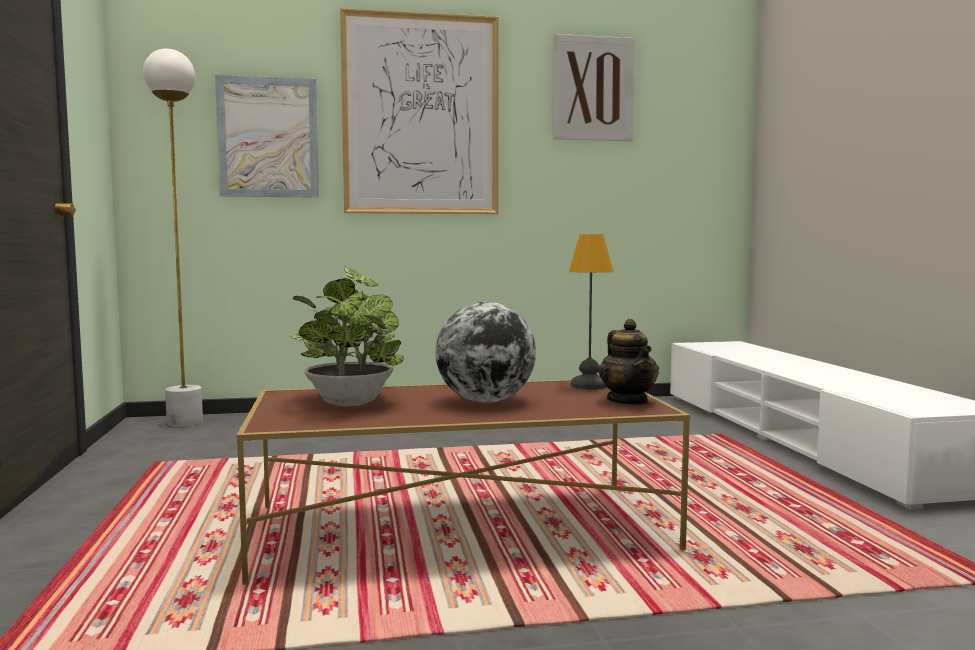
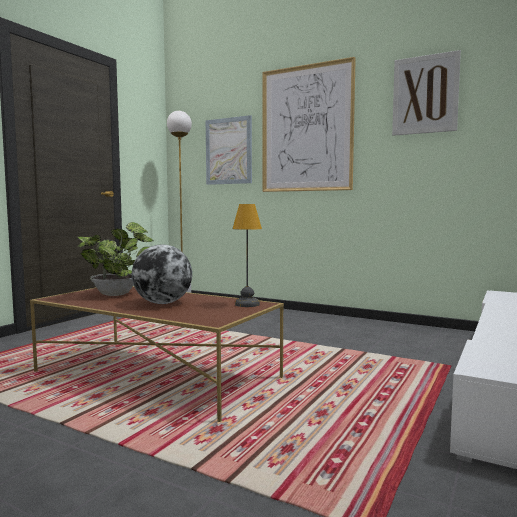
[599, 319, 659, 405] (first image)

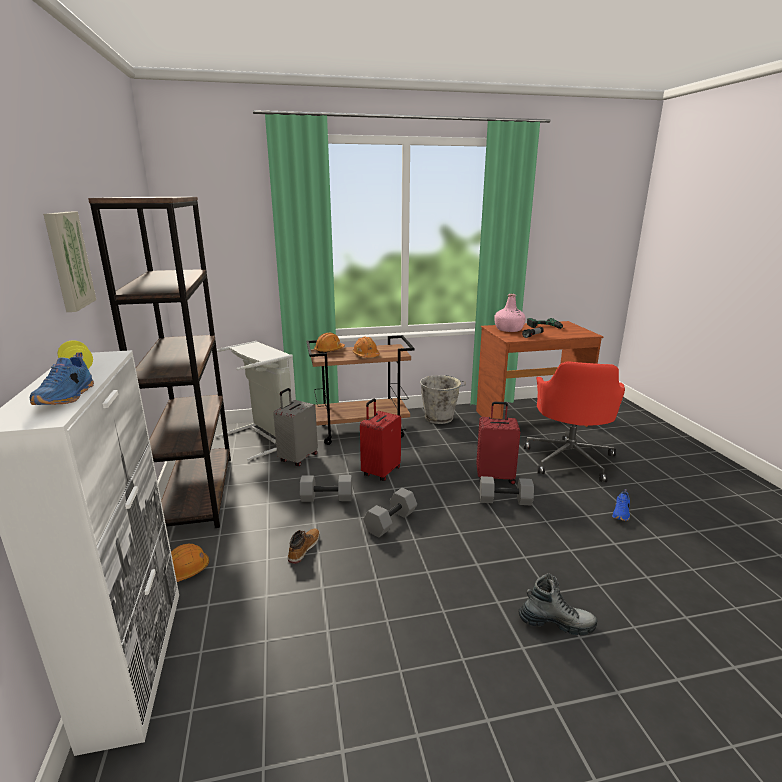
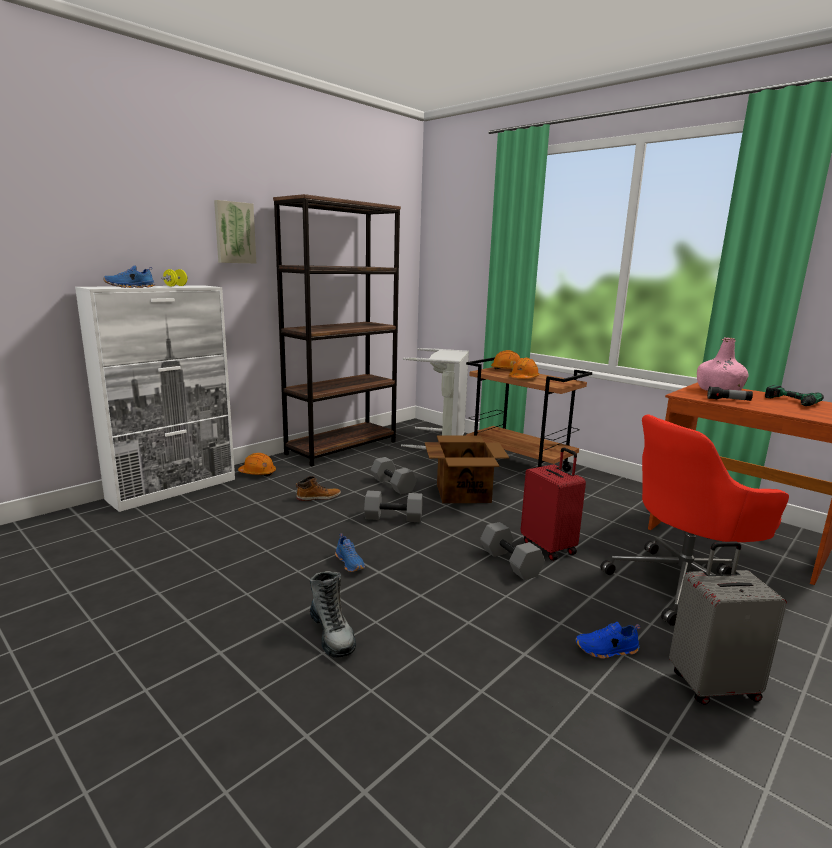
[669, 541, 787, 705]
[425, 435, 510, 503]
[420, 375, 466, 424] (first image)
[335, 534, 365, 572]

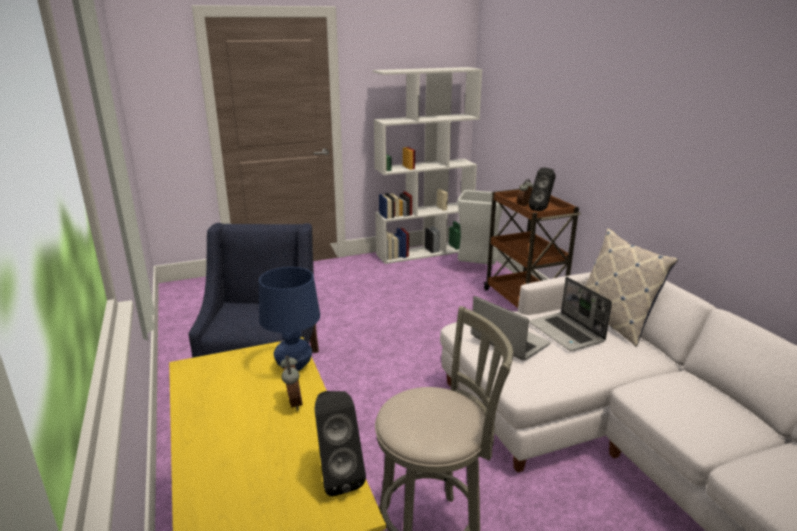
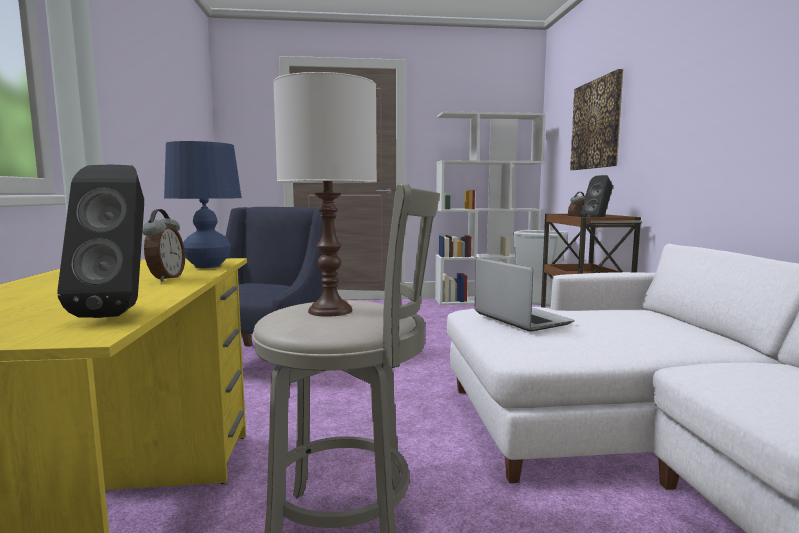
[529, 277, 612, 351] (first image)
[585, 228, 678, 347] (first image)
[273, 72, 377, 317]
[570, 69, 623, 170]

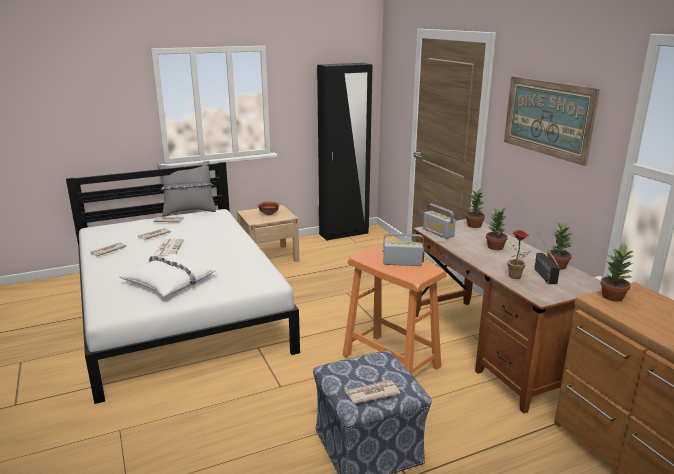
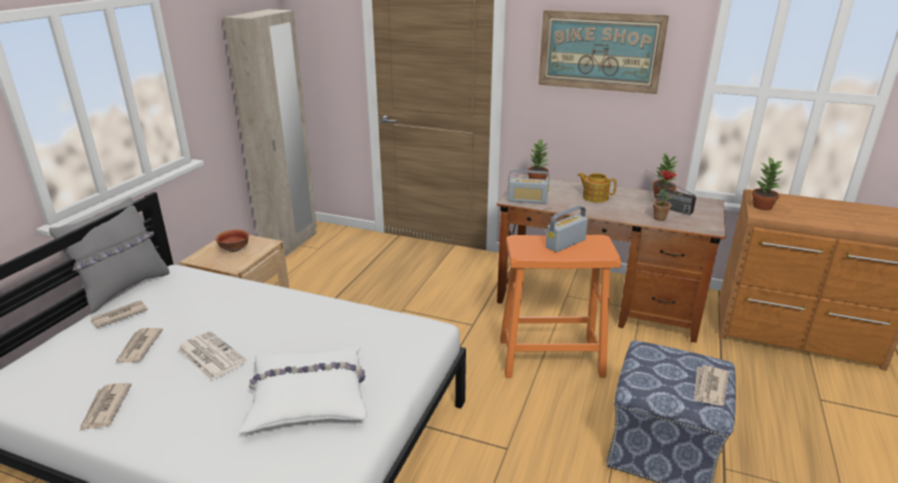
[223, 9, 317, 257]
[577, 173, 617, 203]

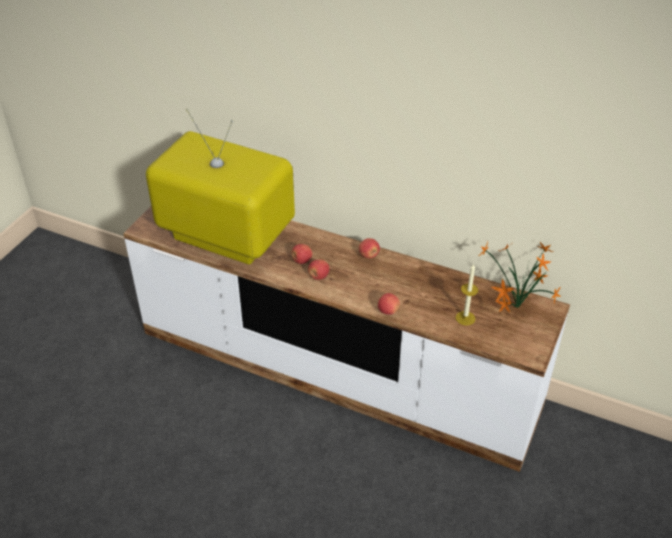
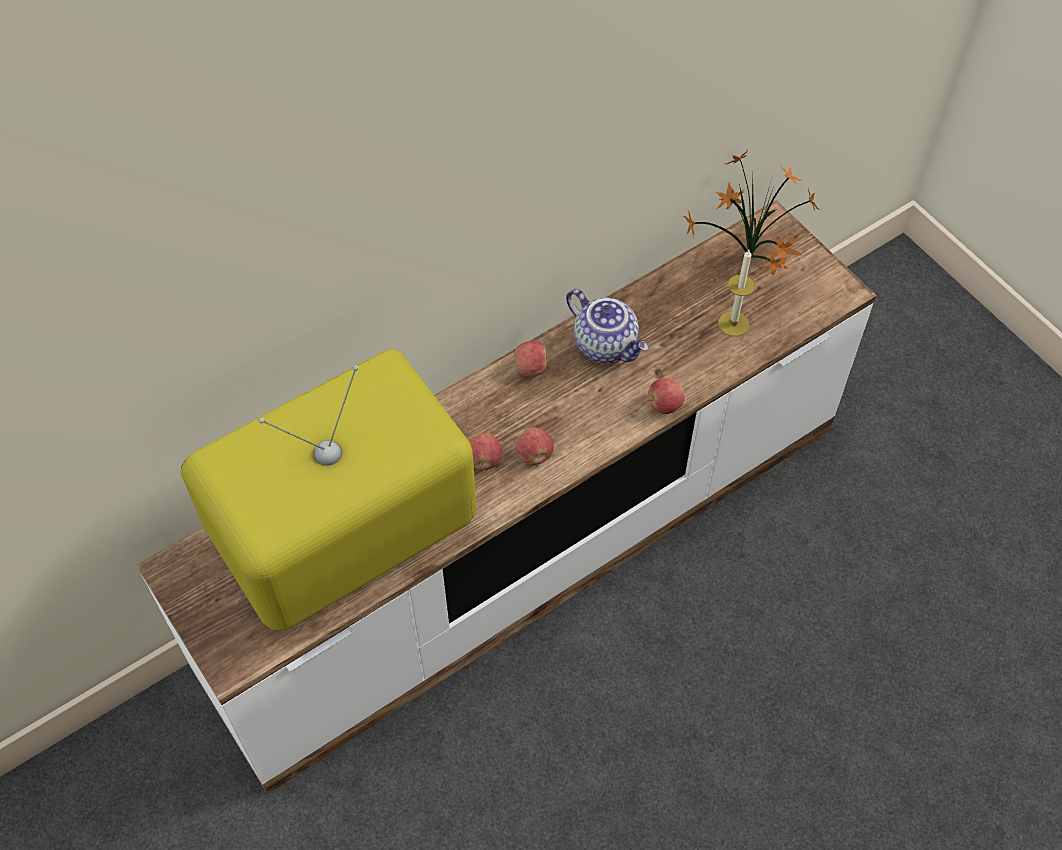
[566, 289, 649, 363]

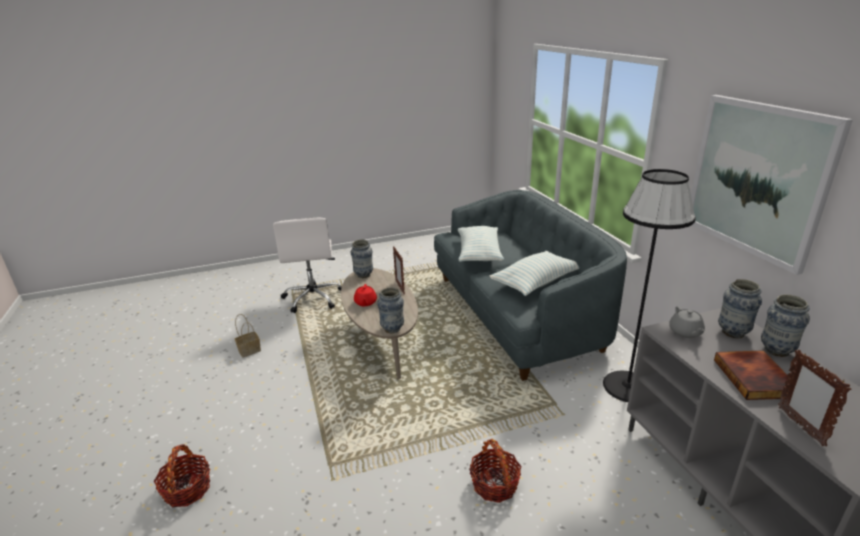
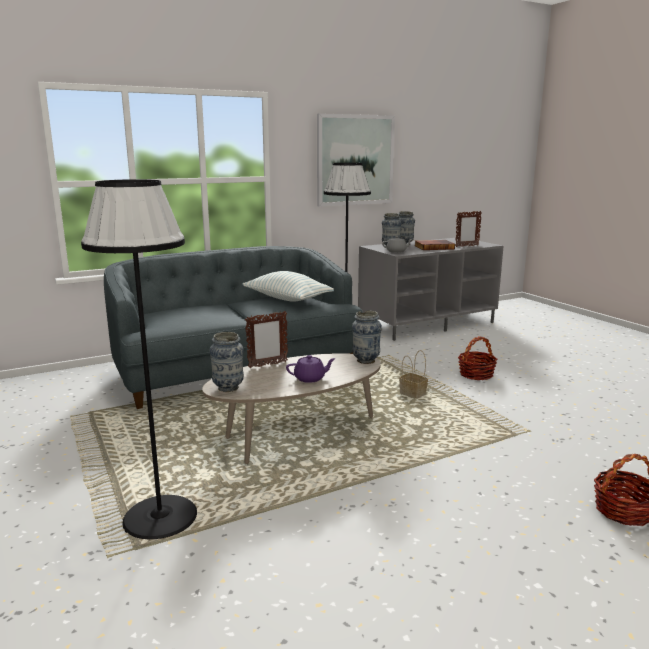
[399, 350, 428, 399]
[81, 179, 197, 539]
[286, 355, 336, 383]
[458, 226, 504, 262] (first image)

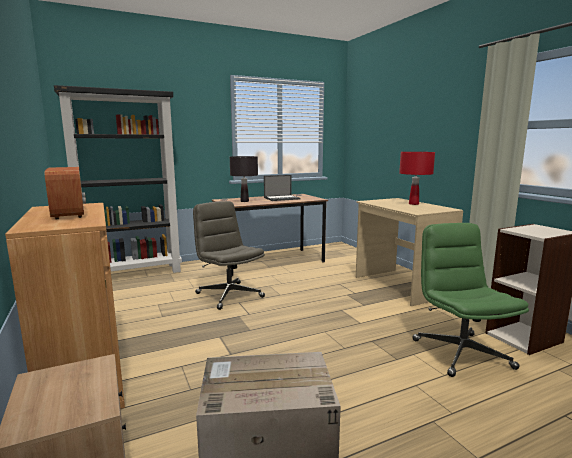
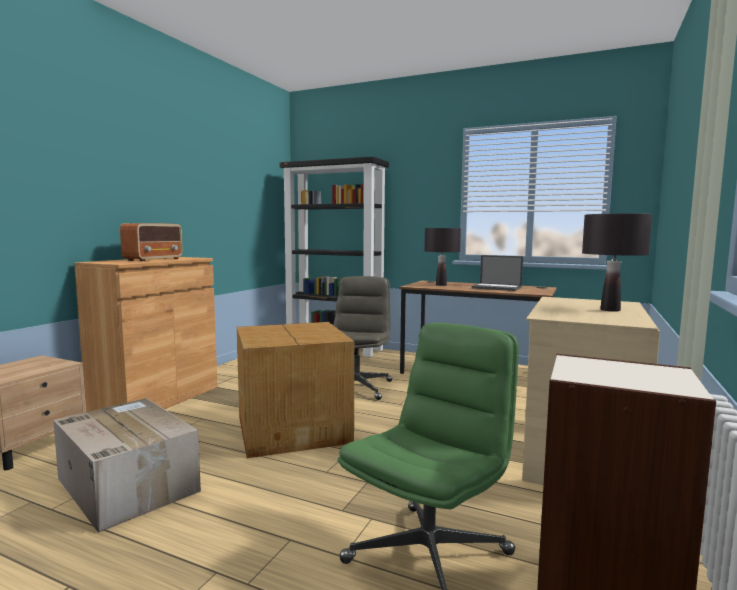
[582, 214, 652, 312]
[237, 322, 354, 458]

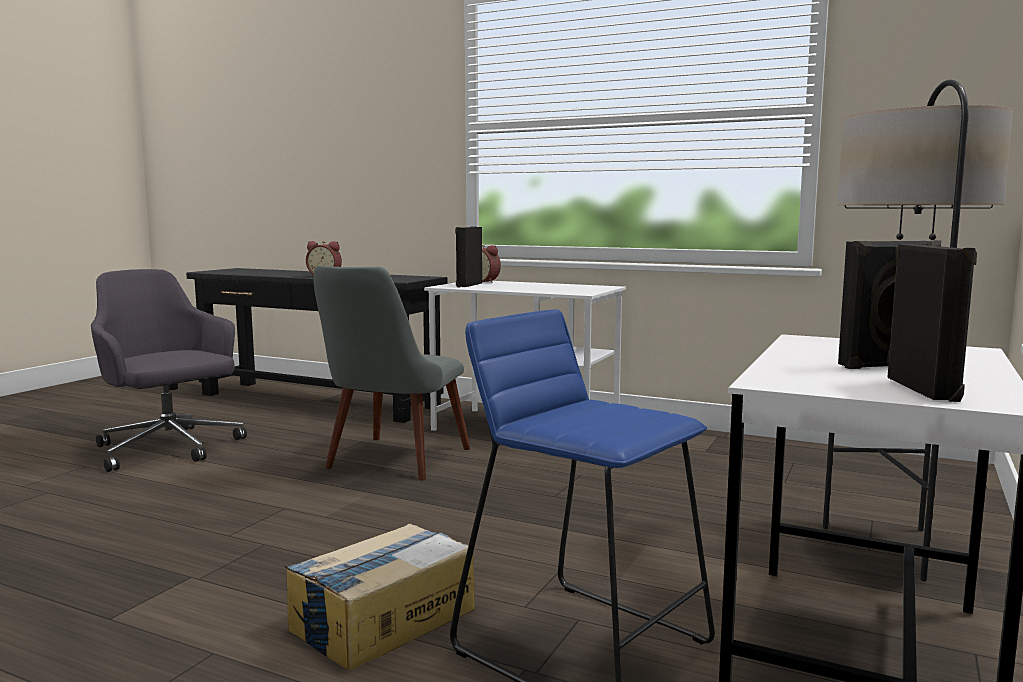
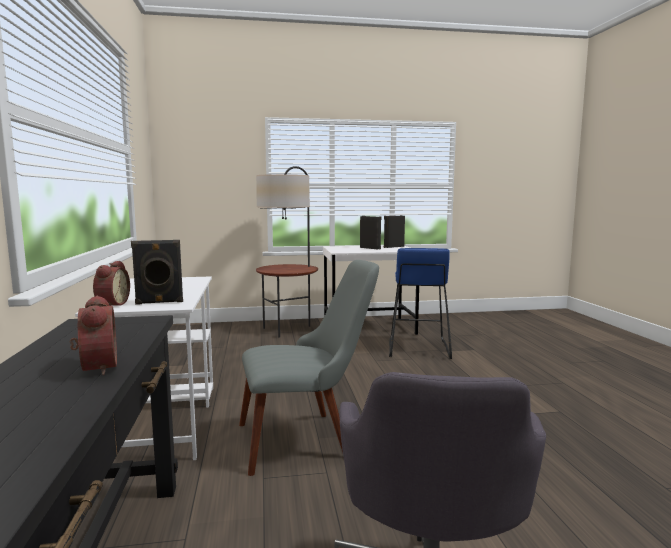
[284, 524, 475, 671] (first image)

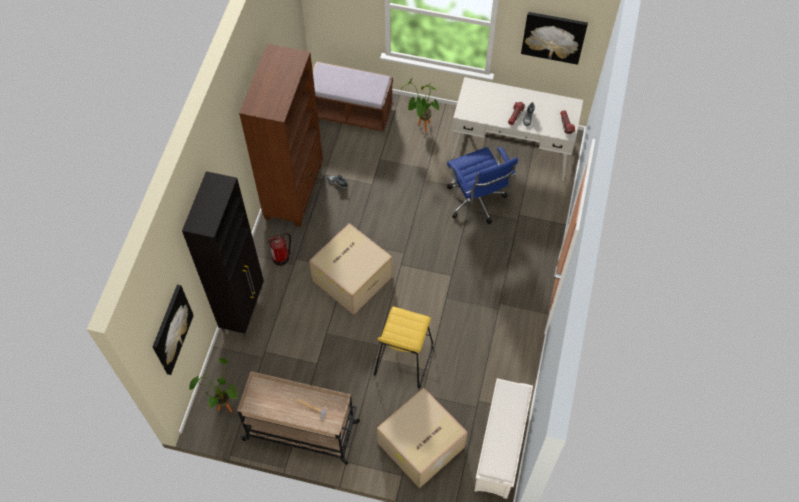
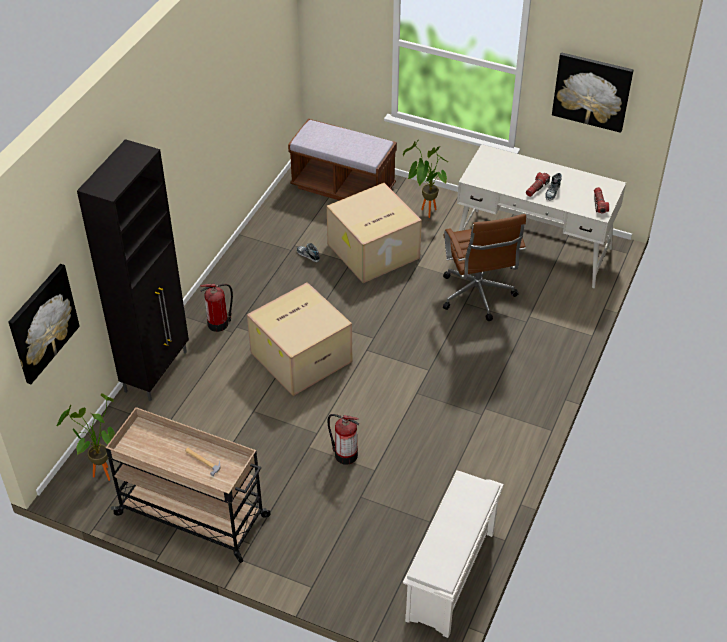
[239, 44, 323, 227] (first image)
[328, 414, 359, 465]
[327, 183, 422, 283]
[443, 214, 526, 322]

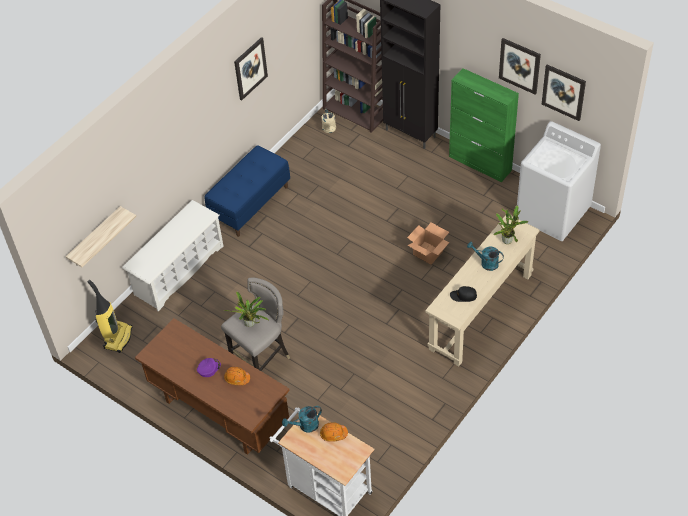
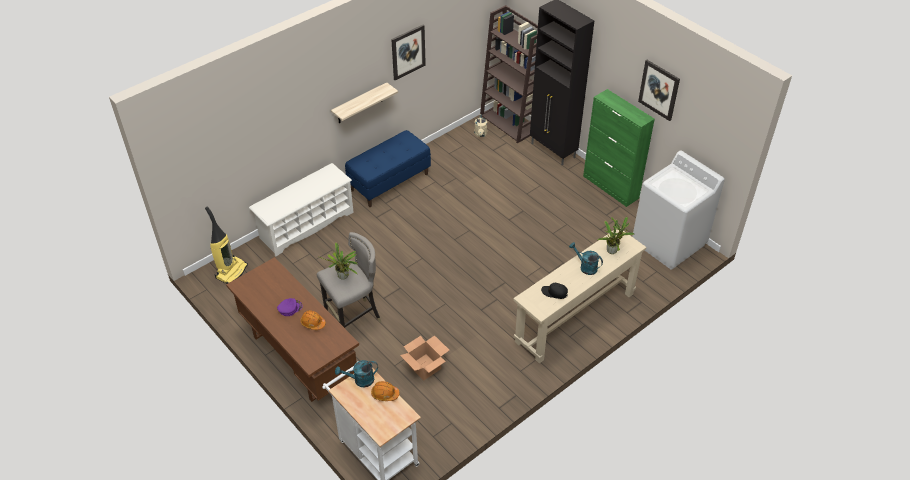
[331, 82, 398, 123]
[400, 335, 449, 381]
[542, 65, 586, 121] (first image)

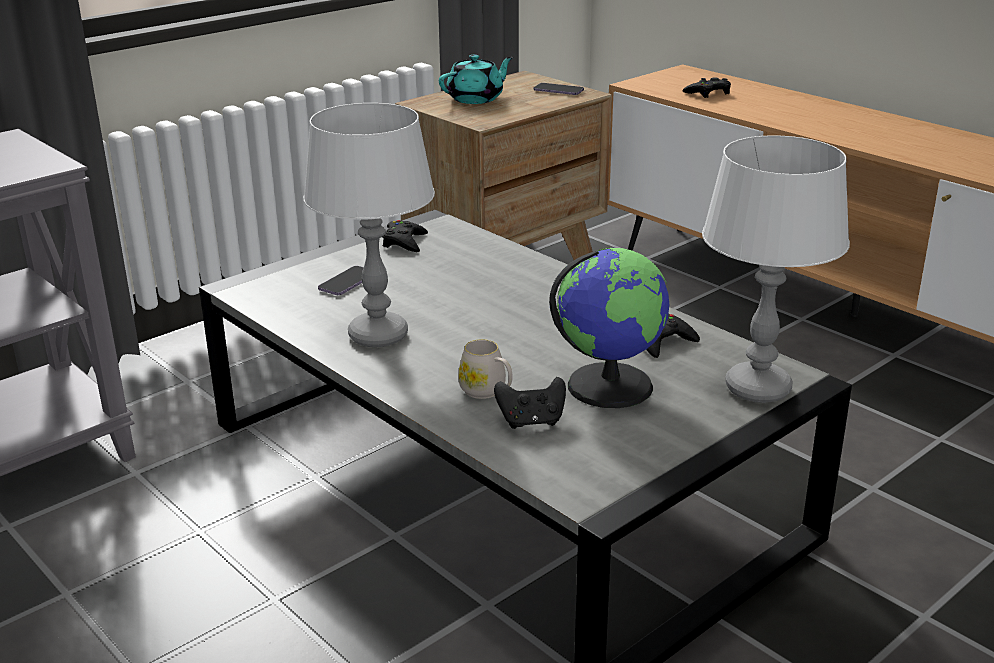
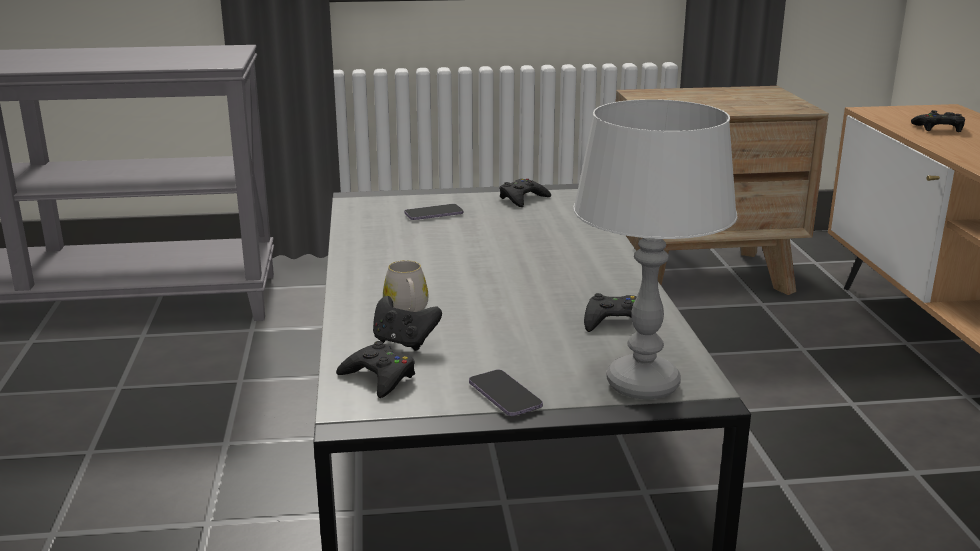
[303, 103, 435, 347] (first image)
[439, 54, 513, 104] (first image)
[469, 370, 543, 416]
[549, 248, 669, 408] (first image)
[336, 341, 415, 398]

